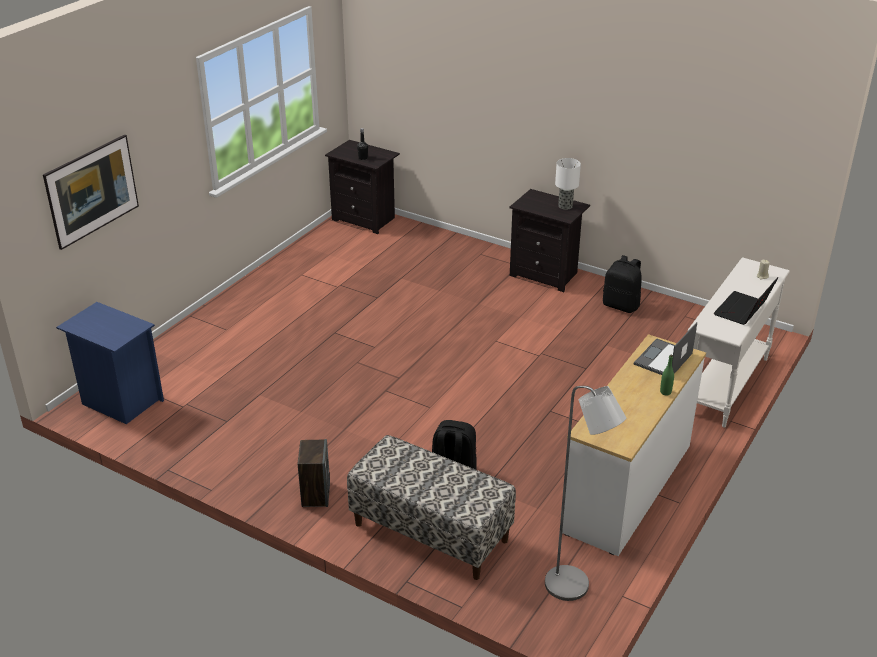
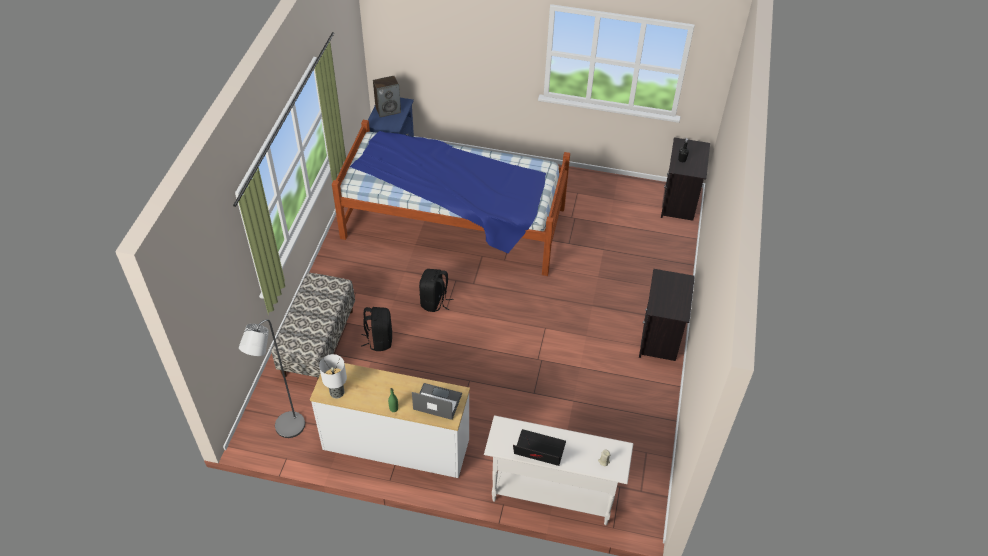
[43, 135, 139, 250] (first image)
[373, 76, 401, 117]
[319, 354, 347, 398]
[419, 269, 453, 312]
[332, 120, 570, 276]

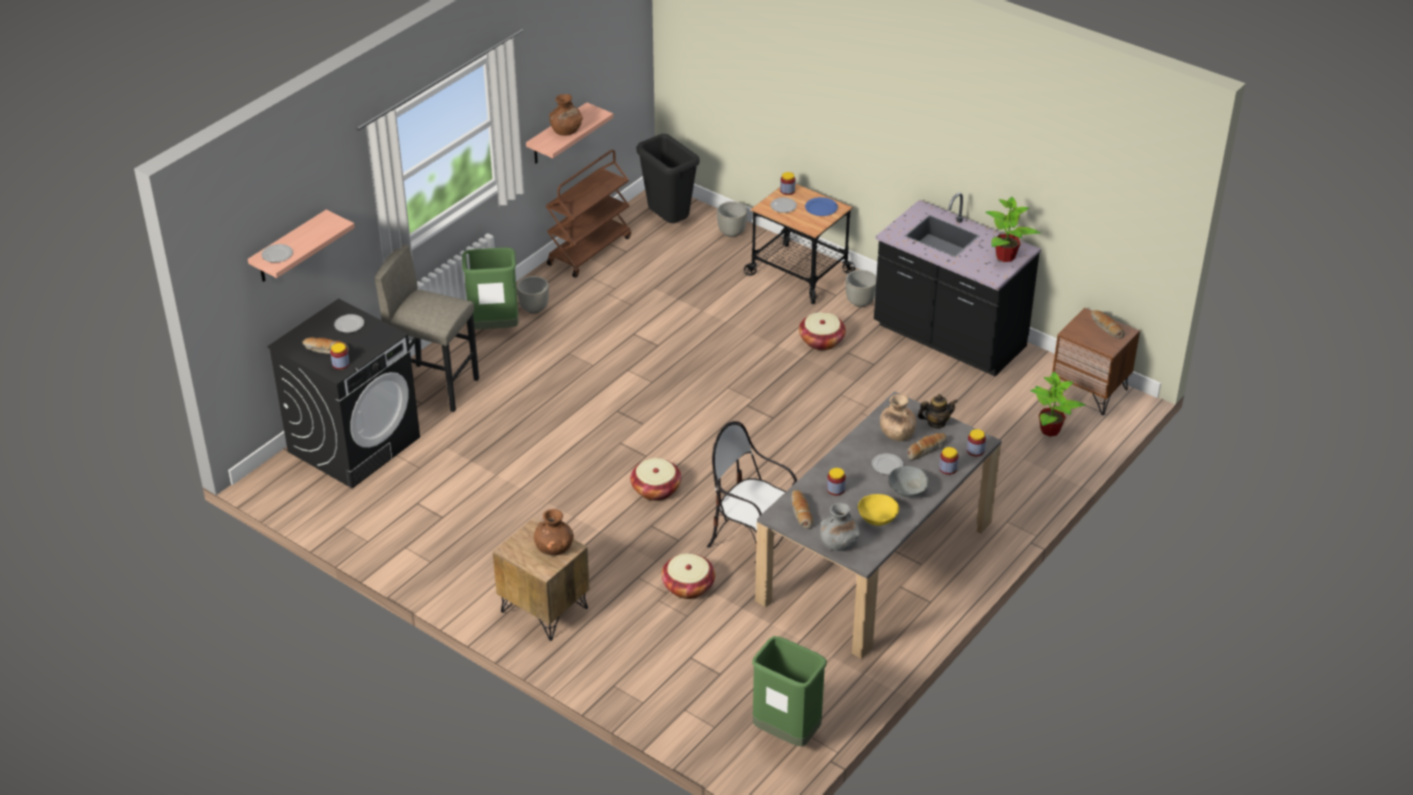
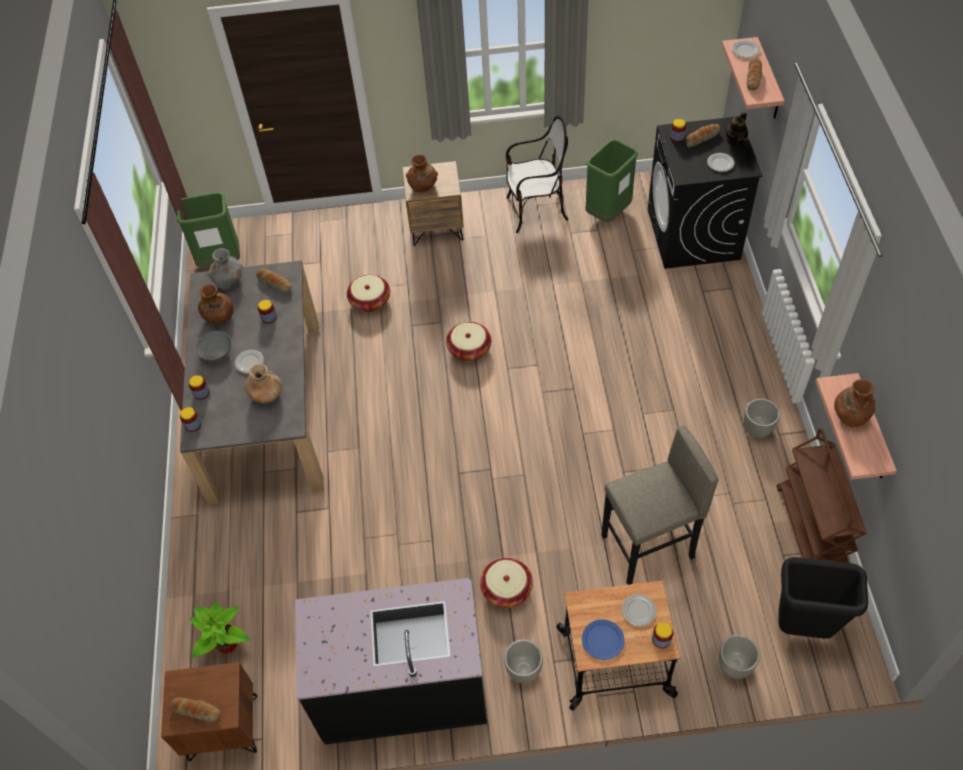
[601, 426, 718, 585]
[585, 139, 638, 223]
[506, 116, 569, 233]
[198, 284, 233, 324]
[747, 58, 763, 90]
[725, 112, 748, 146]
[986, 197, 1041, 262] (first image)

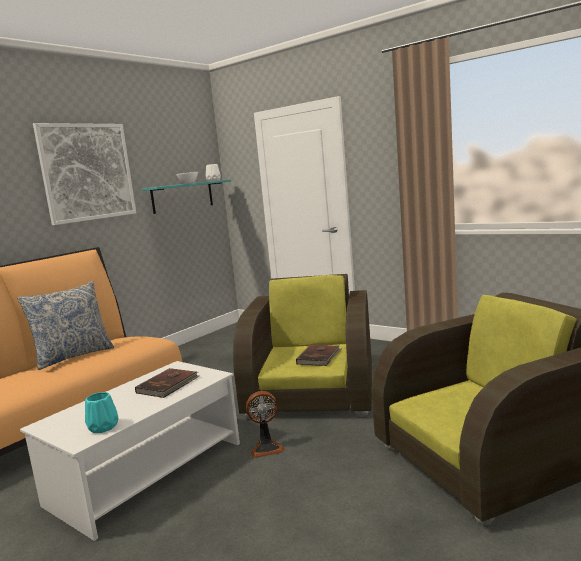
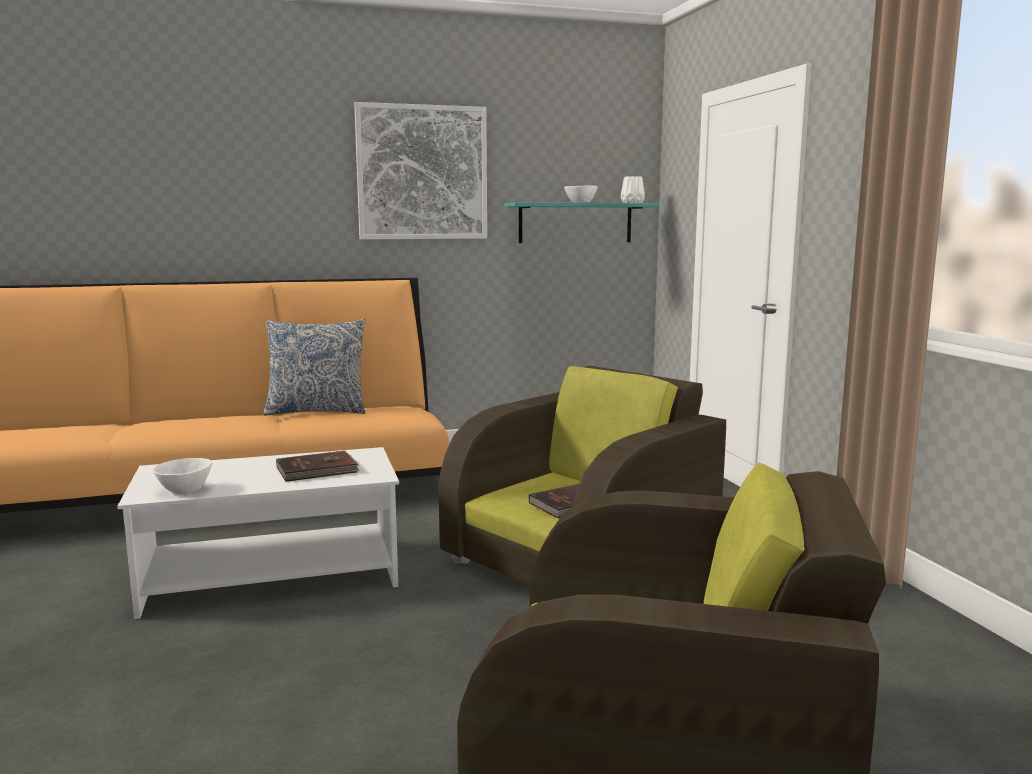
[153, 458, 212, 494]
[246, 391, 285, 458] (first image)

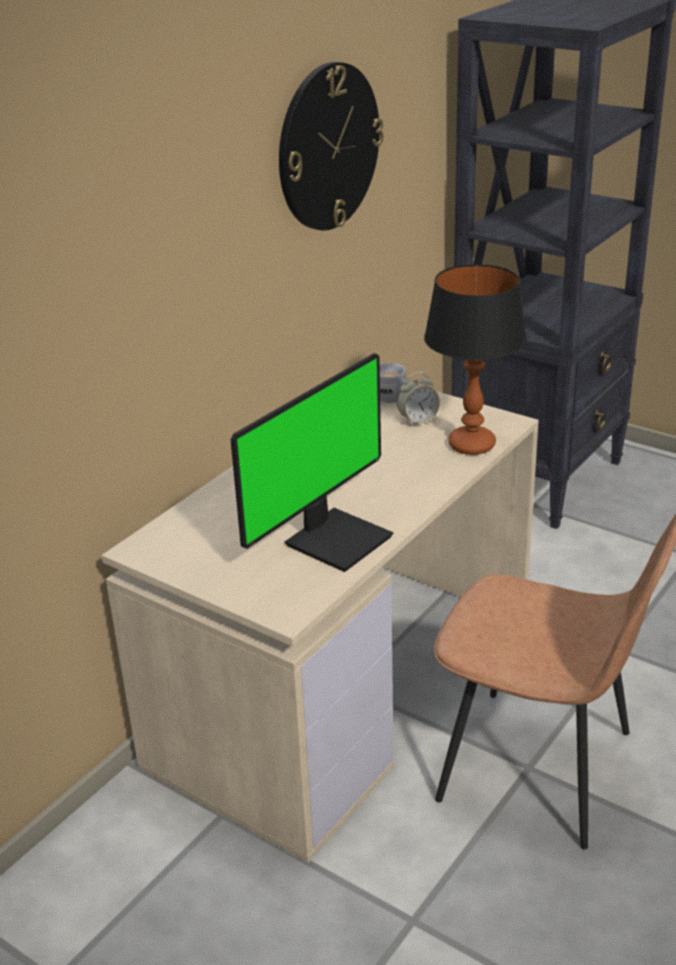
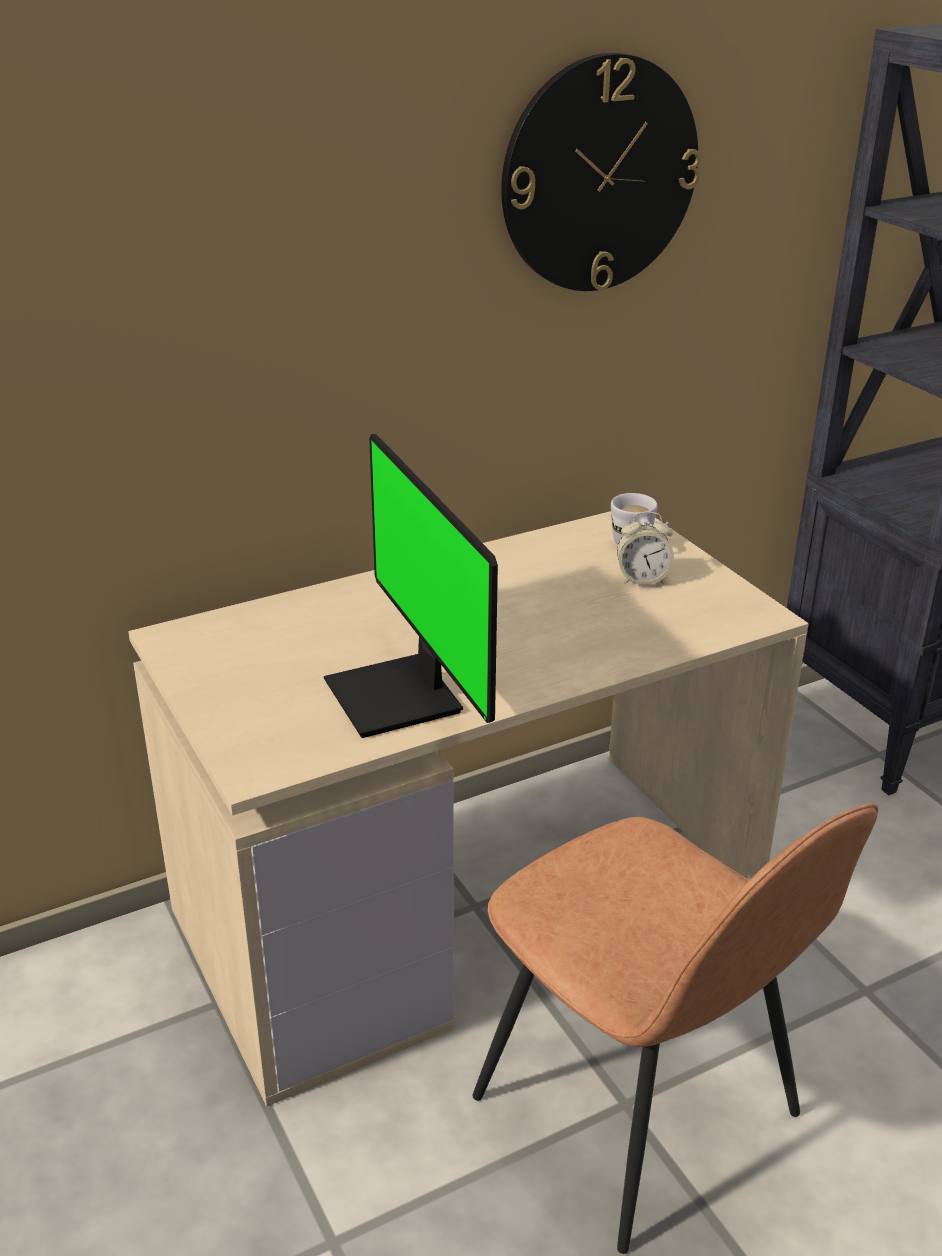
[324, 434, 498, 738]
[424, 264, 527, 455] (first image)

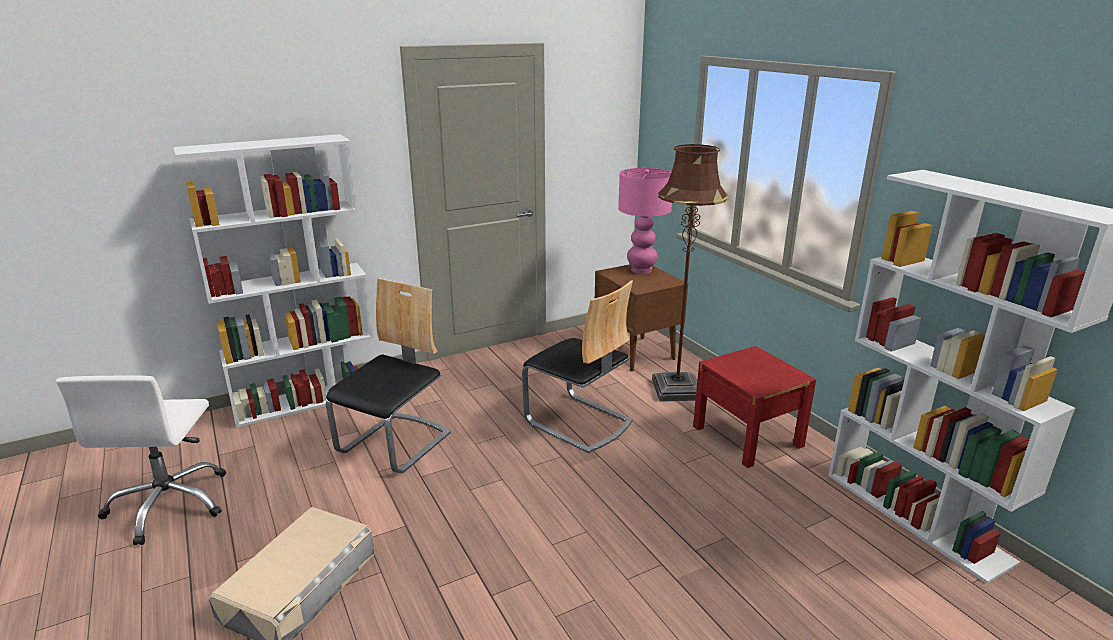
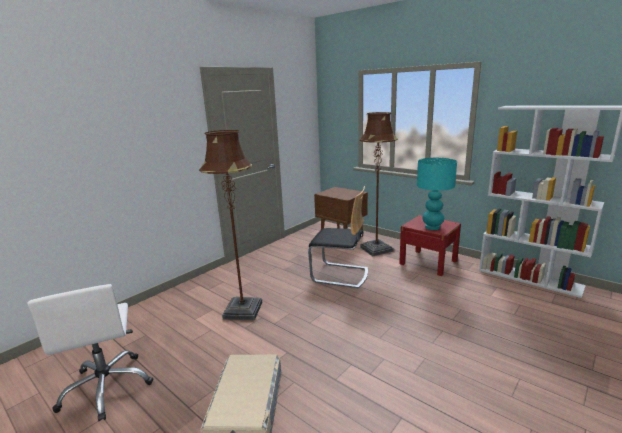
[174, 134, 374, 428] (first image)
[199, 130, 262, 321]
[618, 168, 672, 274] (first image)
[417, 158, 457, 230]

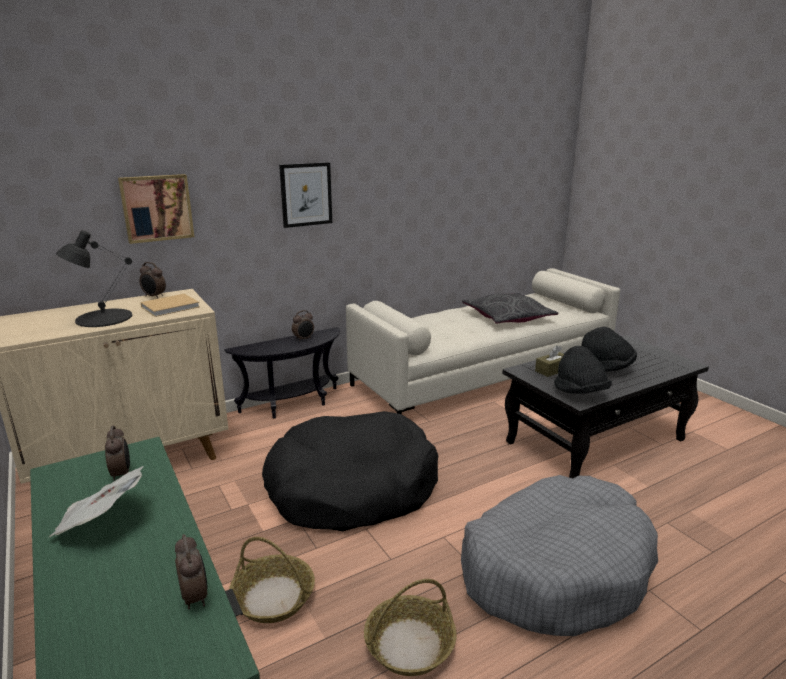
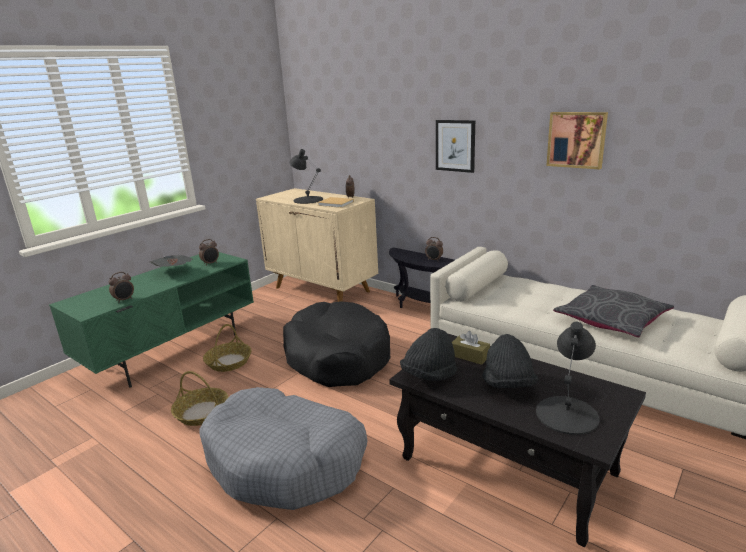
[546, 112, 608, 170]
[536, 322, 600, 435]

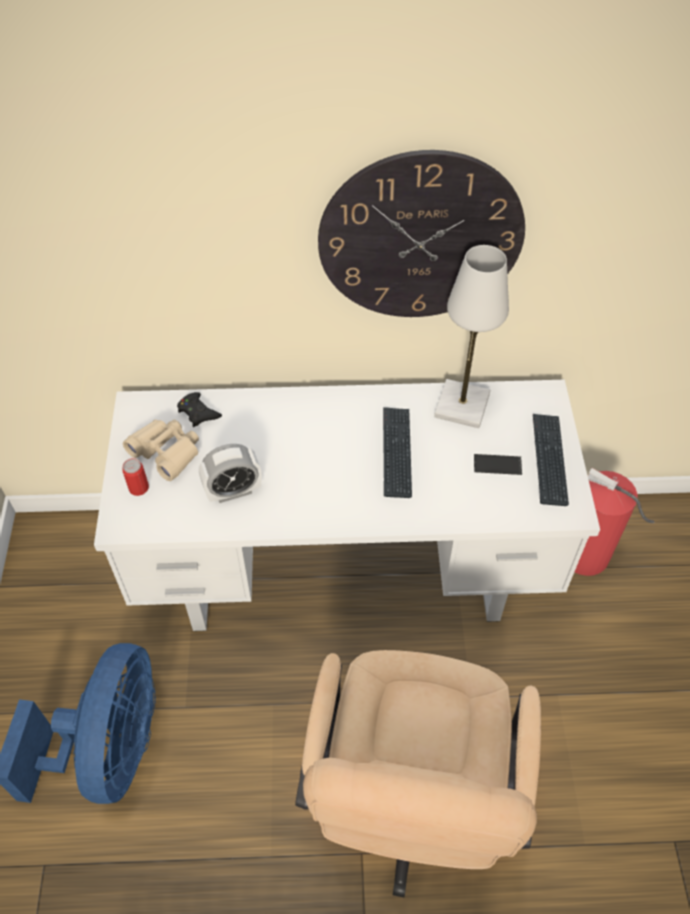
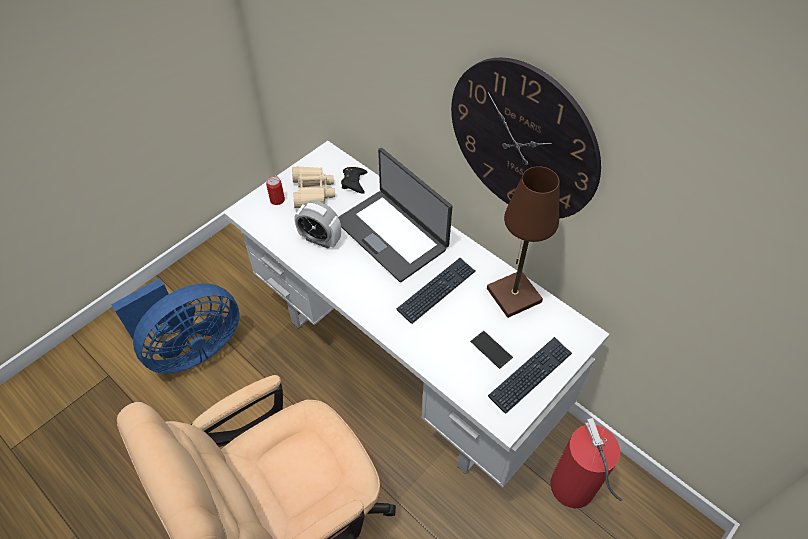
[487, 166, 560, 318]
[339, 148, 453, 282]

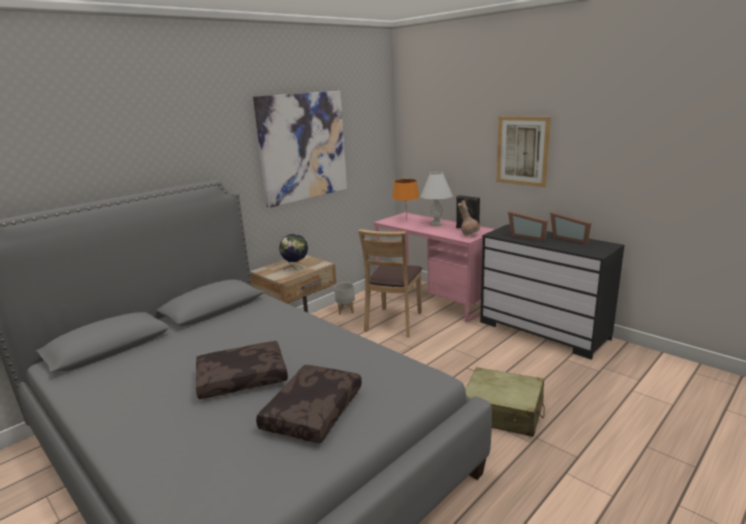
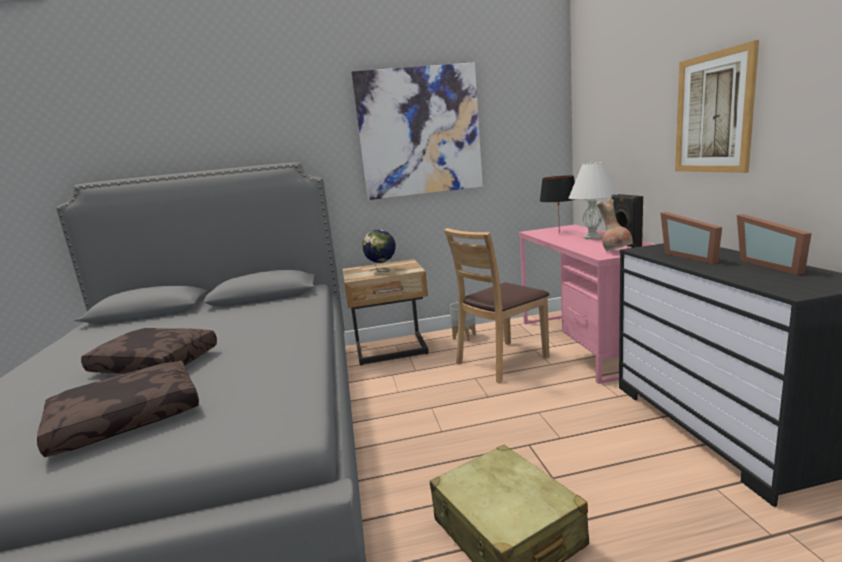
[540, 175, 575, 233]

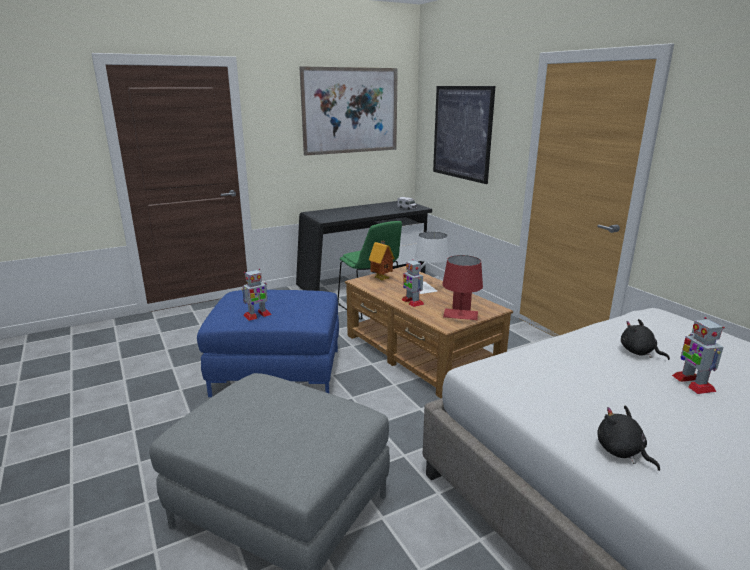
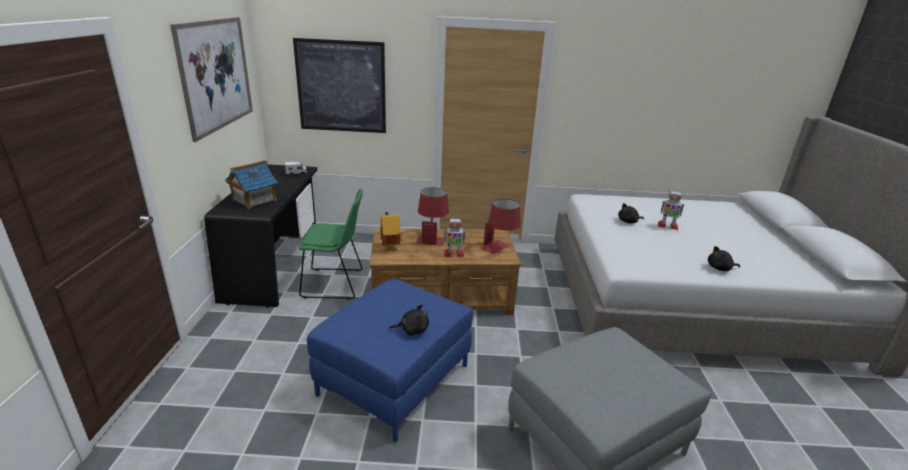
[389, 305, 429, 335]
[416, 188, 449, 246]
[225, 160, 278, 209]

